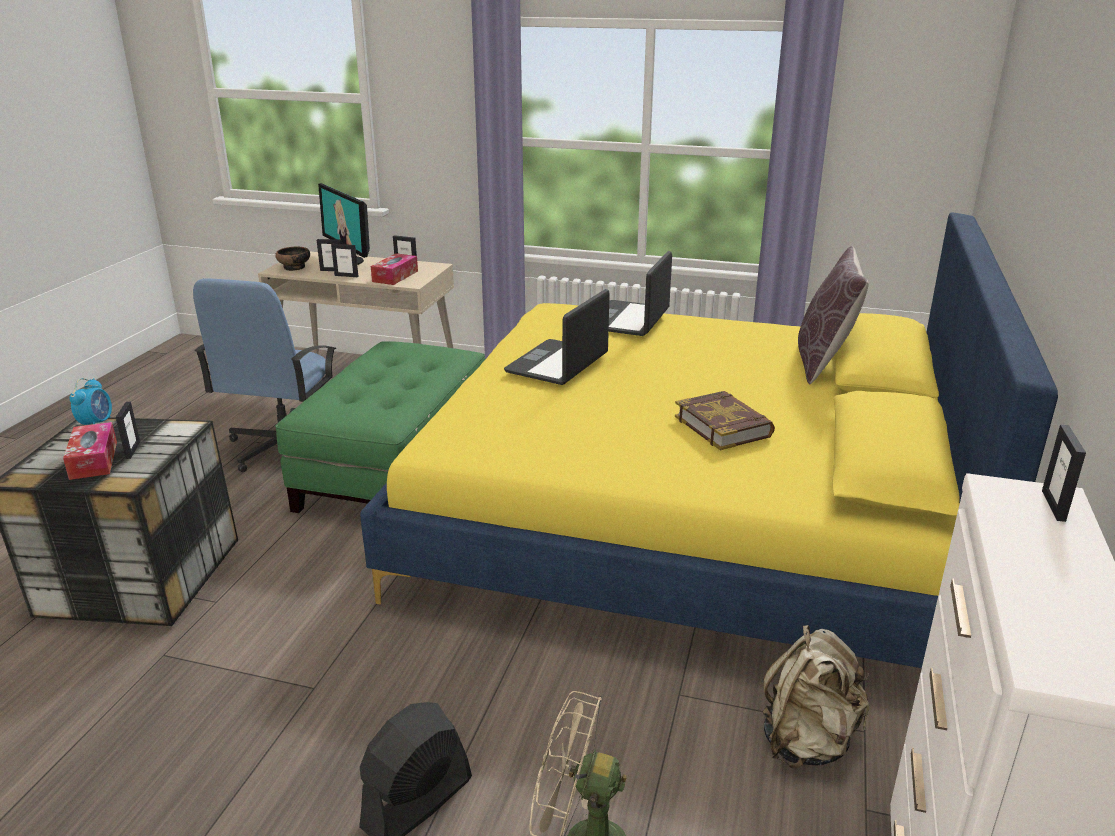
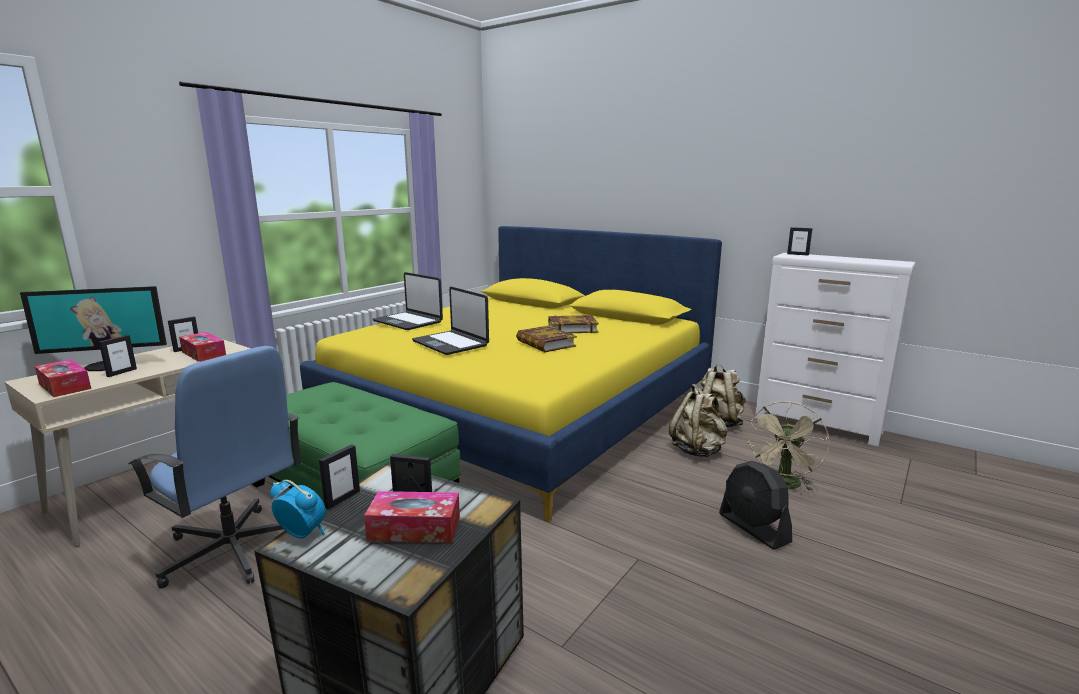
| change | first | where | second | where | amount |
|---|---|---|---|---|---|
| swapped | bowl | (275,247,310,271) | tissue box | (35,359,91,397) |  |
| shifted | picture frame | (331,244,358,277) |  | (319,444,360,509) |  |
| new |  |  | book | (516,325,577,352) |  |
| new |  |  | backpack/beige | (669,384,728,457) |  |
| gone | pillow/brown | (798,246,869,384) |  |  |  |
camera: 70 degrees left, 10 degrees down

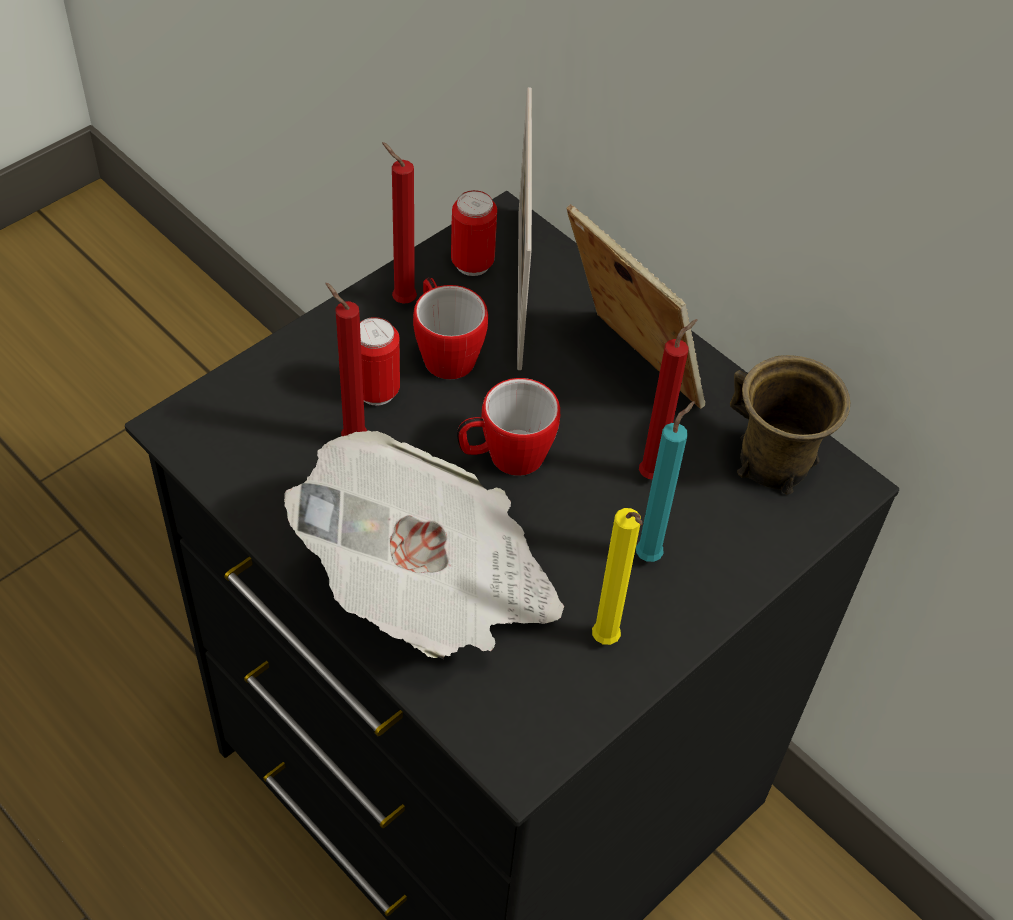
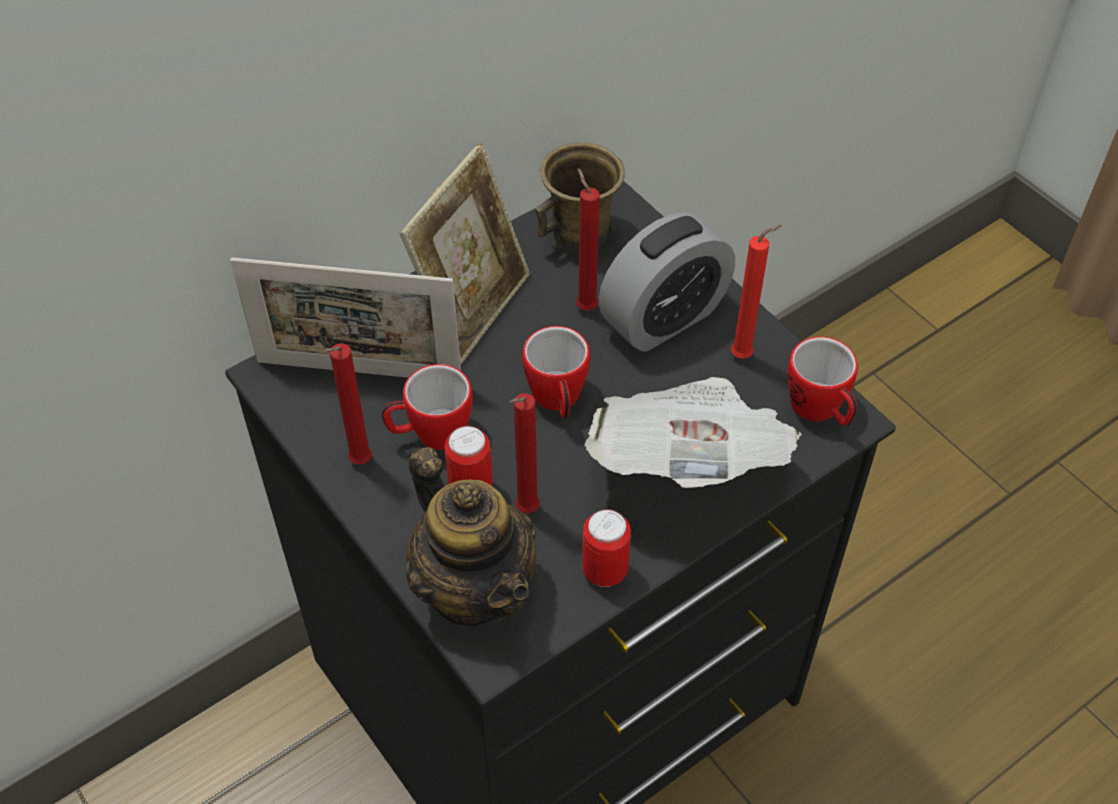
| change | first | where | second | where | amount |
|---|---|---|---|---|---|
| rotated | picture frame | (566,204,705,409) |  | (399,143,530,364) | 150 degrees clockwise |
| new |  |  | teapot | (406,447,536,626) |  |
| shifted | can | (451,190,497,276) |  | (582,509,631,587) |  |
| swapped | candle/turquoise | (636,401,695,562) | alarm clock | (598,212,735,351) |  |
| repainted | candle/yellow | (592,508,643,645) | candle/red | (731,225,782,359) |  |
| new |  |  | mug | (787,337,858,426) |  |
camera: 80 degrees left, 0 degrees up

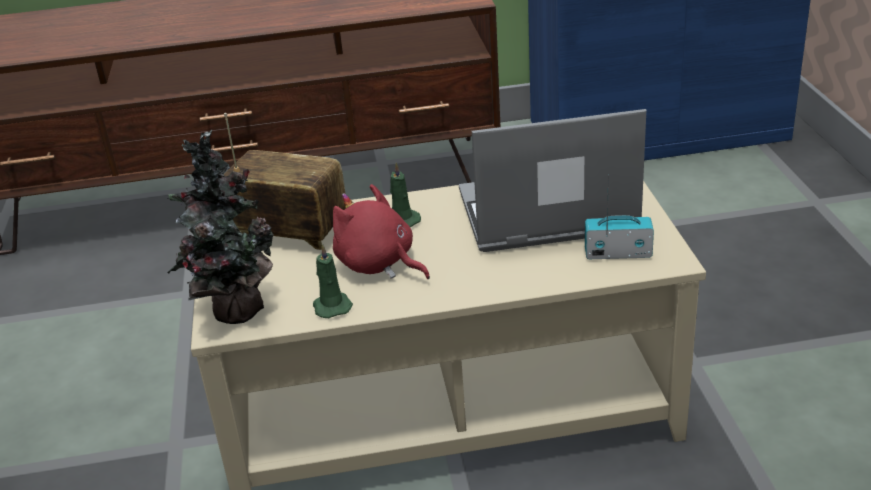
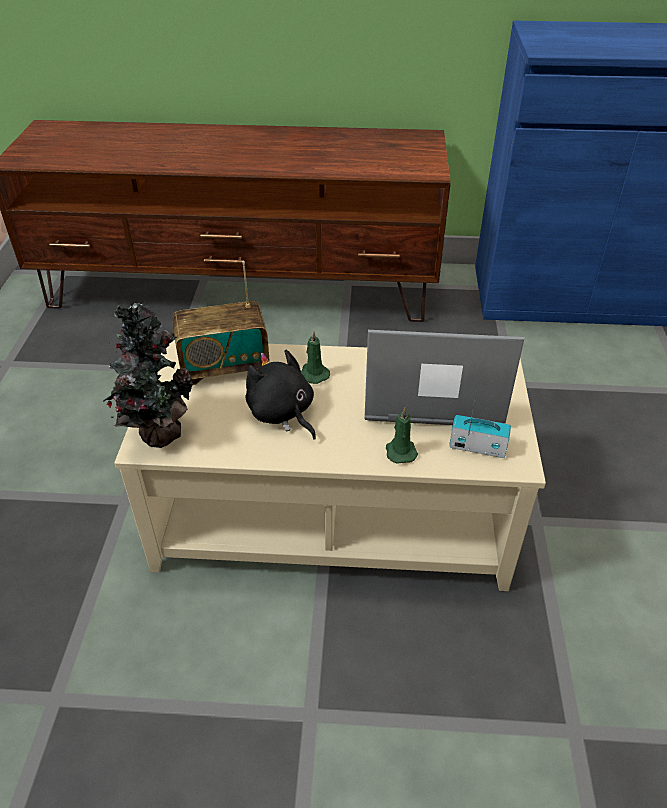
| change | first | where | second | where | amount |
|---|---|---|---|---|---|
| rotated | radio | (224,113,345,250) |  | (172,261,269,385) | 135 degrees clockwise |
| repainted | plush toy/red | (333,184,430,279) | plush toy/black | (246,350,316,440) |  |
| shifted | candle/green | (313,243,353,318) |  | (386,408,418,464) |  |
camera: 10 degrees right, 10 degrees up

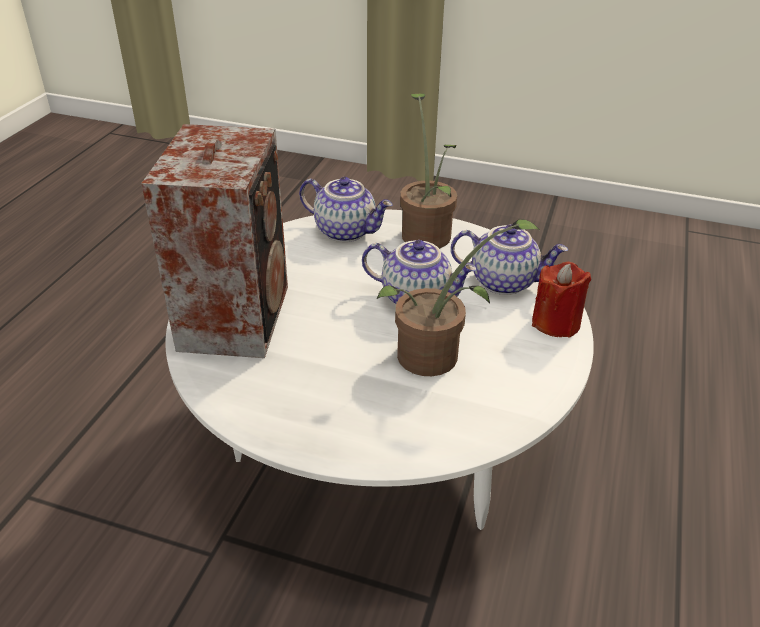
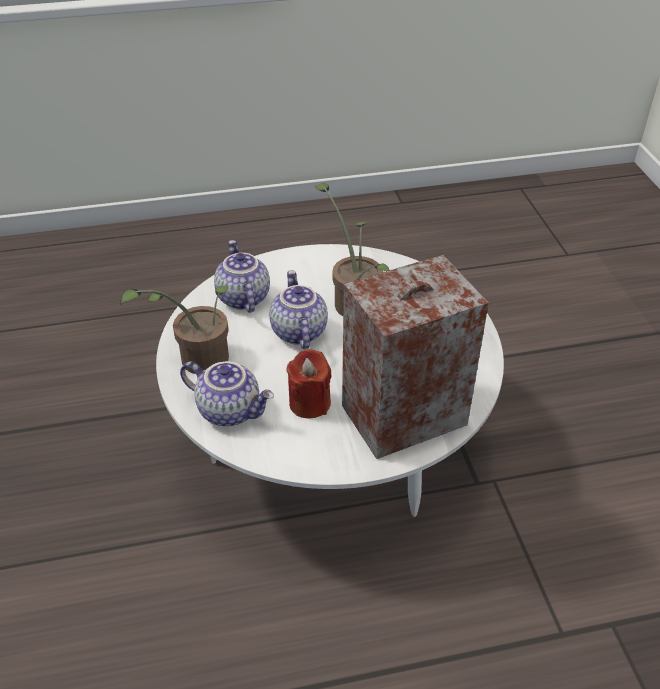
| change | first | where | second | where | amount |
|---|---|---|---|---|---|
| rotated | teapot | (299,177,393,242) |  | (180,361,274,426) | 120 degrees clockwise |
| shifted | candle/red | (532,262,591,338) |  | (286,349,332,418) |  |
camera: 120 degrees left, 5 degrees up

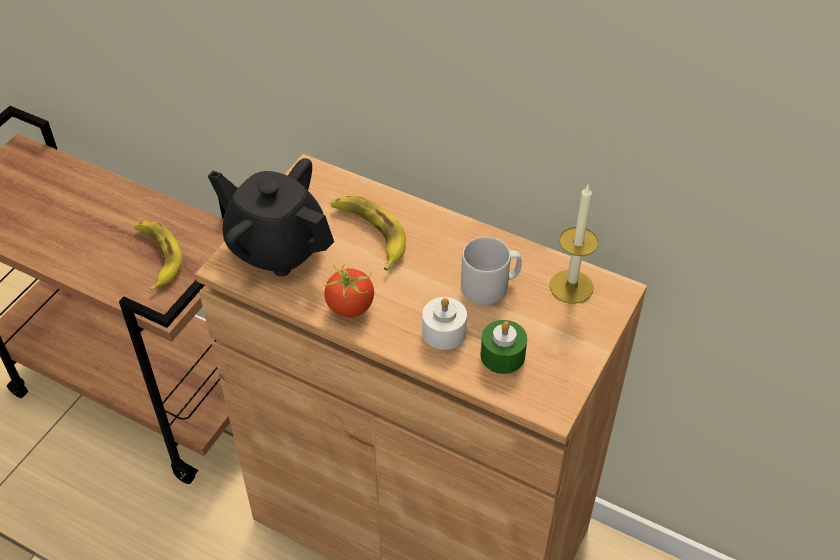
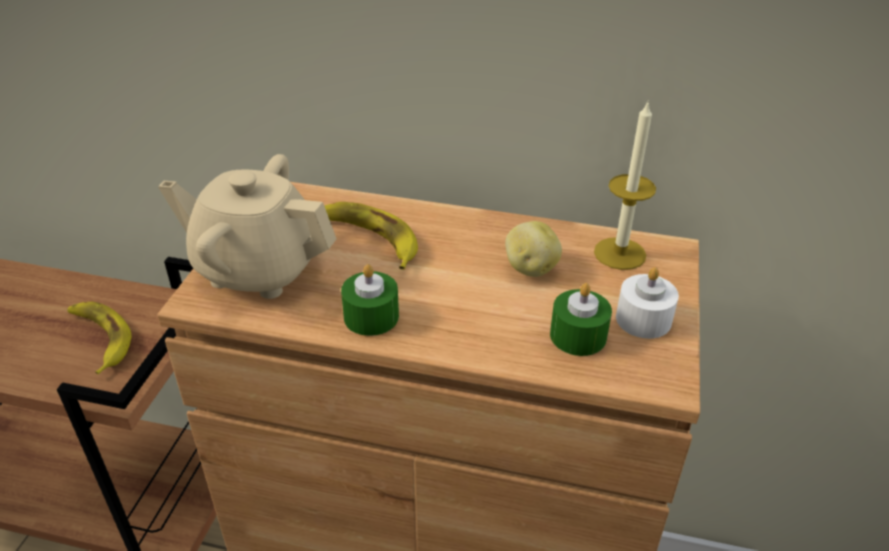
| change | first | where | second | where | amount |
|---|---|---|---|---|---|
| repainted | teapot/black | (208,158,334,276) | teapot/beige | (158,154,337,299) |  |
| swapped | tomato | (324,264,374,318) | candle/green | (341,264,399,336) |  |
| swapped | mug/grey | (461,237,522,305) | potato | (505,221,562,277) |  |
| shifted | candle/white | (422,297,467,350) |  | (616,267,679,339) |  |
camera: 15 degrees left, 10 degrees down

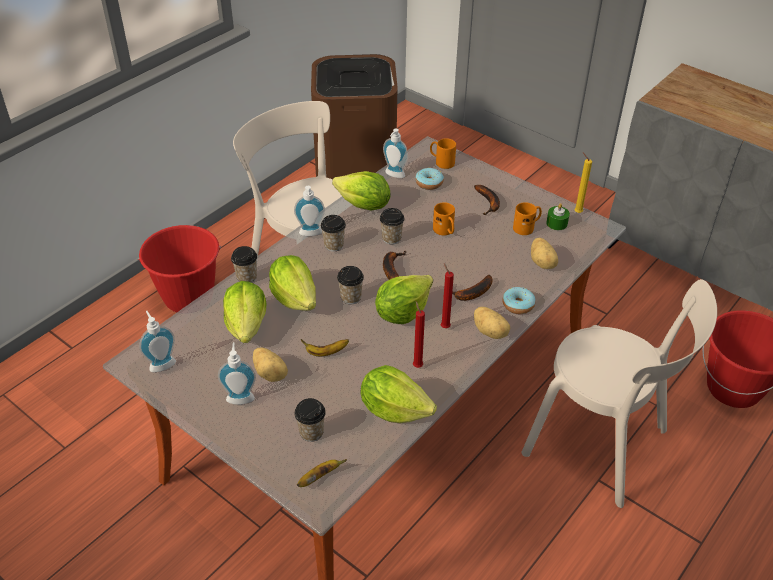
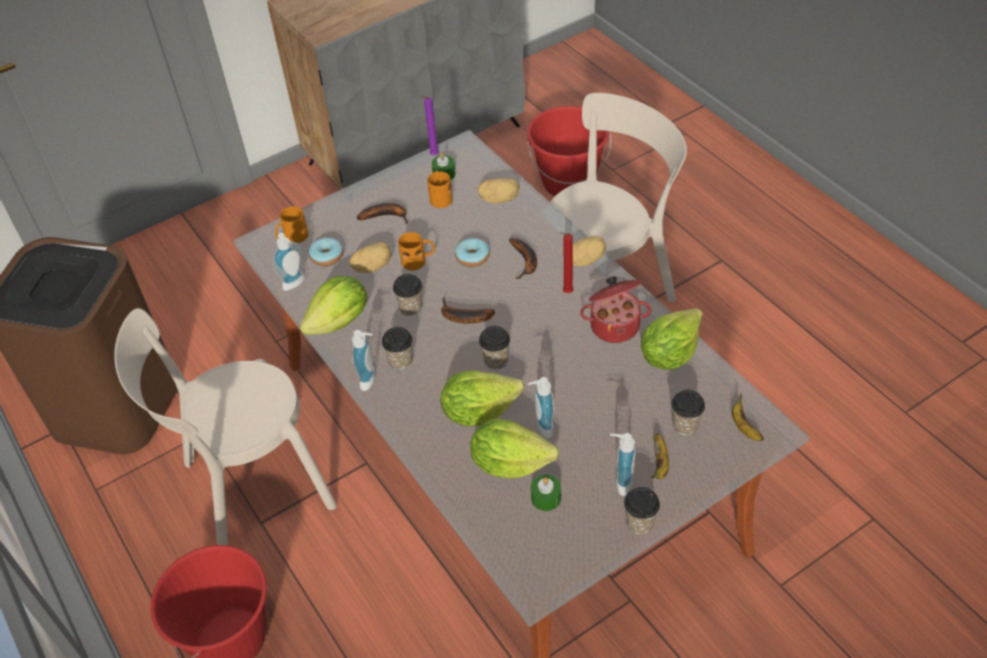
| change | first | where | second | where | amount |
|---|---|---|---|---|---|
| shifted | potato | (253,347,288,382) |  | (349,242,392,273) |  |
| repainted | candle/yellow | (574,152,592,213) | candle/purple | (420,96,439,155) |  |
| shifted | donut | (502,287,535,314) |  | (455,238,490,267) |  |
| shifted | soap dispenser | (139,311,176,372) |  | (528,377,554,439) |  |
| new |  |  | candle/green | (531,475,561,511) |  |
| swapped | candle/red | (413,301,425,368) | cooking pot | (580,276,651,343) |  |
| shifted | cup | (231,246,257,283) |  | (624,487,660,534) |  |
| shifted | banana | (300,339,349,356) |  | (651,433,669,479) |  |
| gone | lettuce | (375,275,433,324) |  |  |  |
camera: 70 degrees left, 5 degrees up

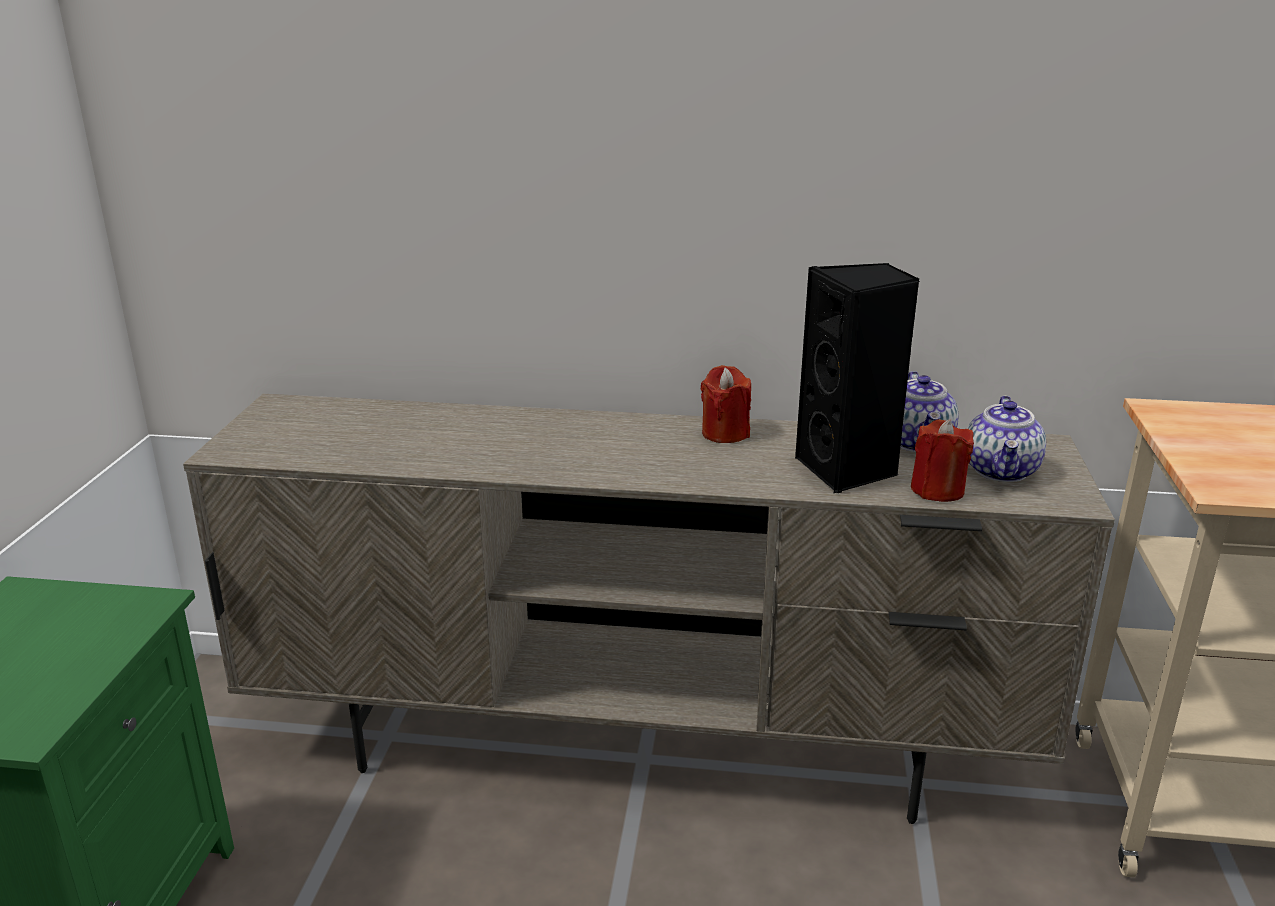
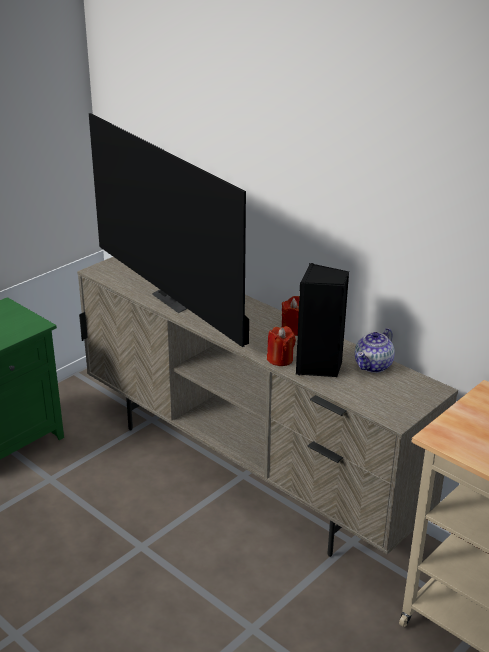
| change | first | where | second | where | amount |
|---|---|---|---|---|---|
| new |  |  | television | (89,113,249,347) |  |
| shifted | candle/red | (911,419,974,502) |  | (267,326,296,366) |  |
| gone | teapot | (967,396,1046,482) |  |  |  |
camera: 35 degrees right, 5 degrees up

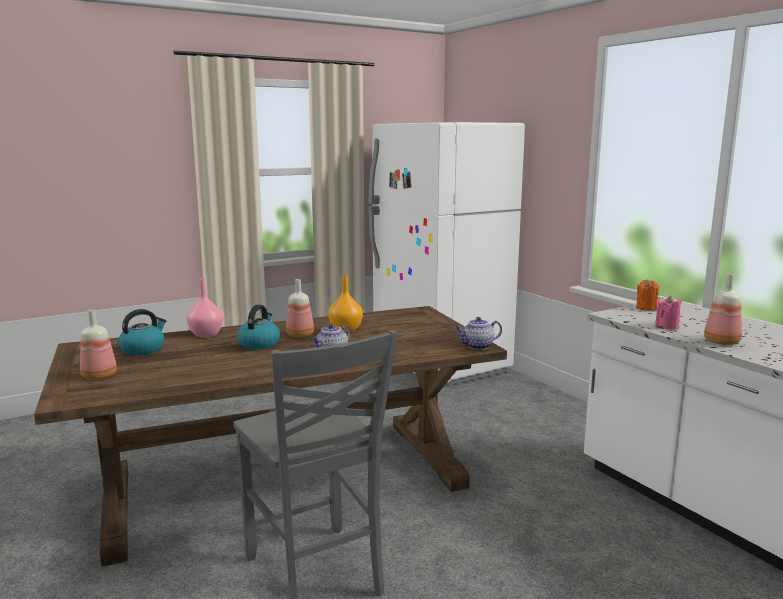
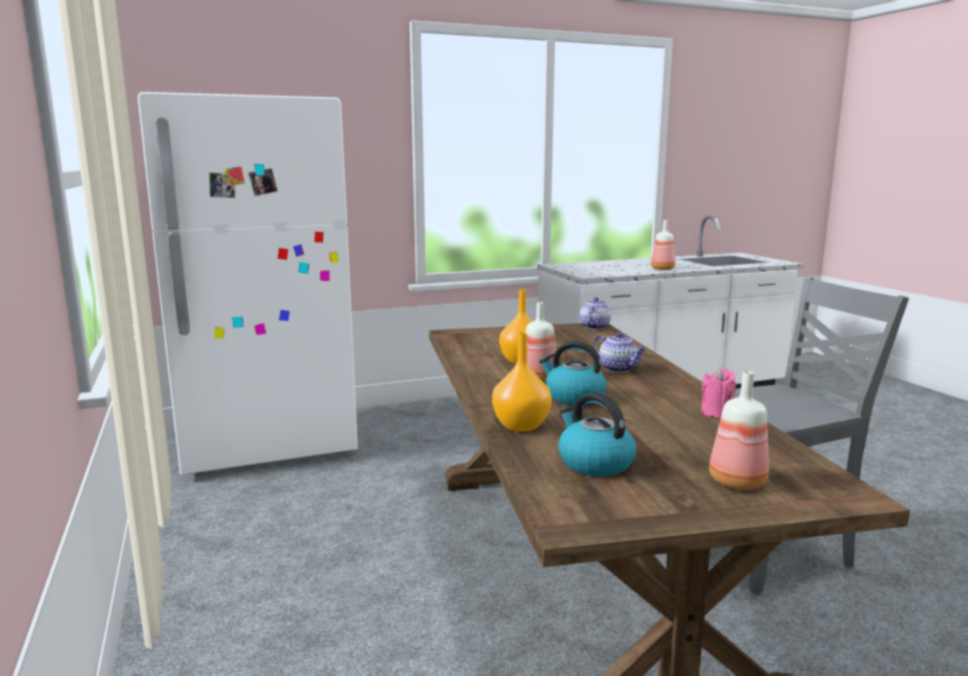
| change | first | where | second | where | amount |
|---|---|---|---|---|---|
| repainted | vase/pink | (186,278,224,338) | vase/orange | (492,332,552,432) |  |
| rotated | teapot | (455,317,502,350) |  | (580,297,611,330) | 150 degrees counterclockwise |
| shifted | candle/pink | (655,296,682,330) |  | (701,369,736,418) |  |
| gone | candle/orange | (636,279,659,310) |  |  |  |
camera: 80 degrees left, 0 degrees up

